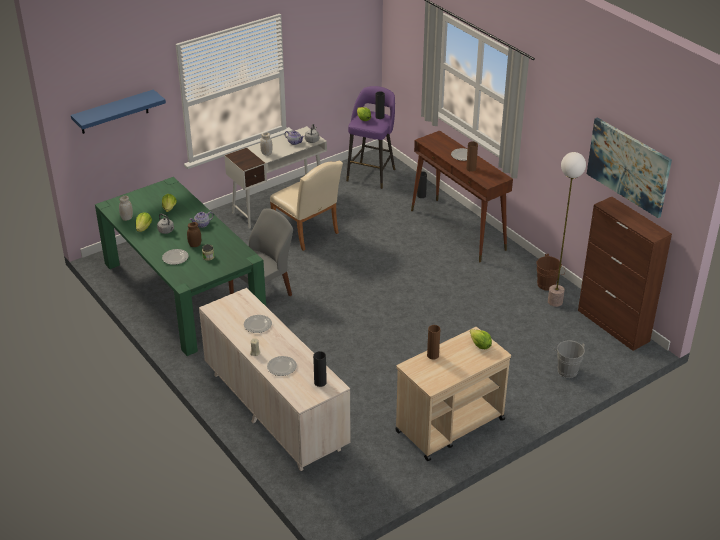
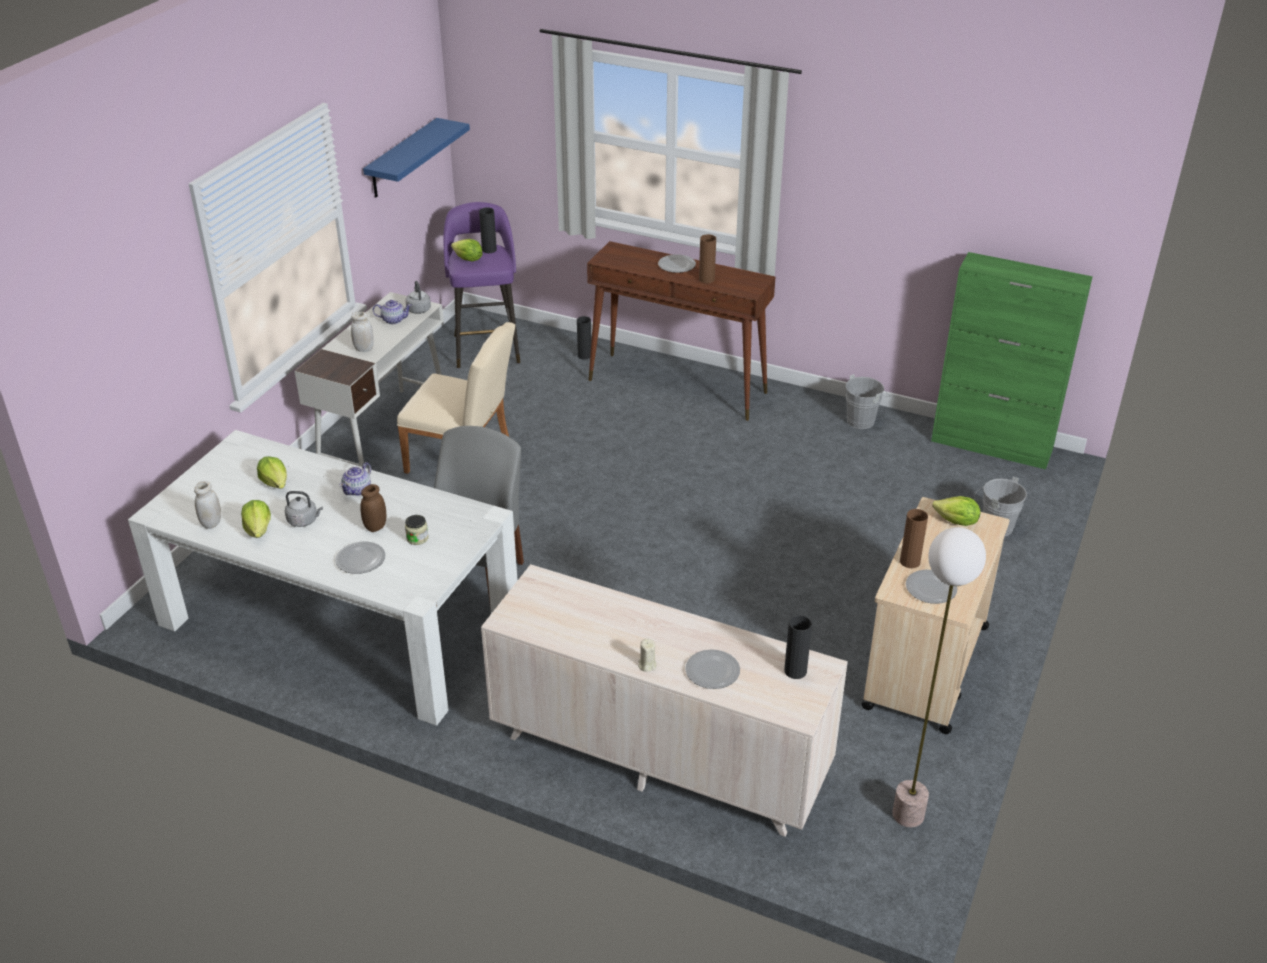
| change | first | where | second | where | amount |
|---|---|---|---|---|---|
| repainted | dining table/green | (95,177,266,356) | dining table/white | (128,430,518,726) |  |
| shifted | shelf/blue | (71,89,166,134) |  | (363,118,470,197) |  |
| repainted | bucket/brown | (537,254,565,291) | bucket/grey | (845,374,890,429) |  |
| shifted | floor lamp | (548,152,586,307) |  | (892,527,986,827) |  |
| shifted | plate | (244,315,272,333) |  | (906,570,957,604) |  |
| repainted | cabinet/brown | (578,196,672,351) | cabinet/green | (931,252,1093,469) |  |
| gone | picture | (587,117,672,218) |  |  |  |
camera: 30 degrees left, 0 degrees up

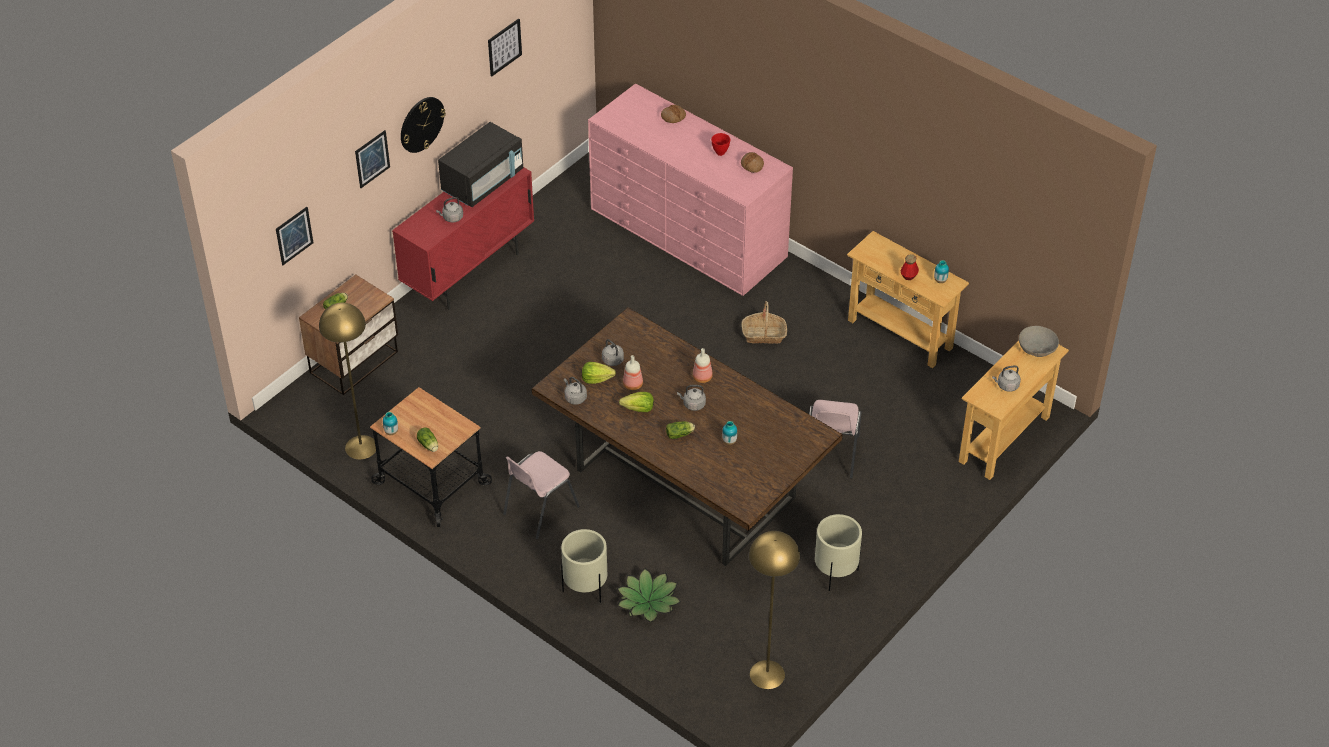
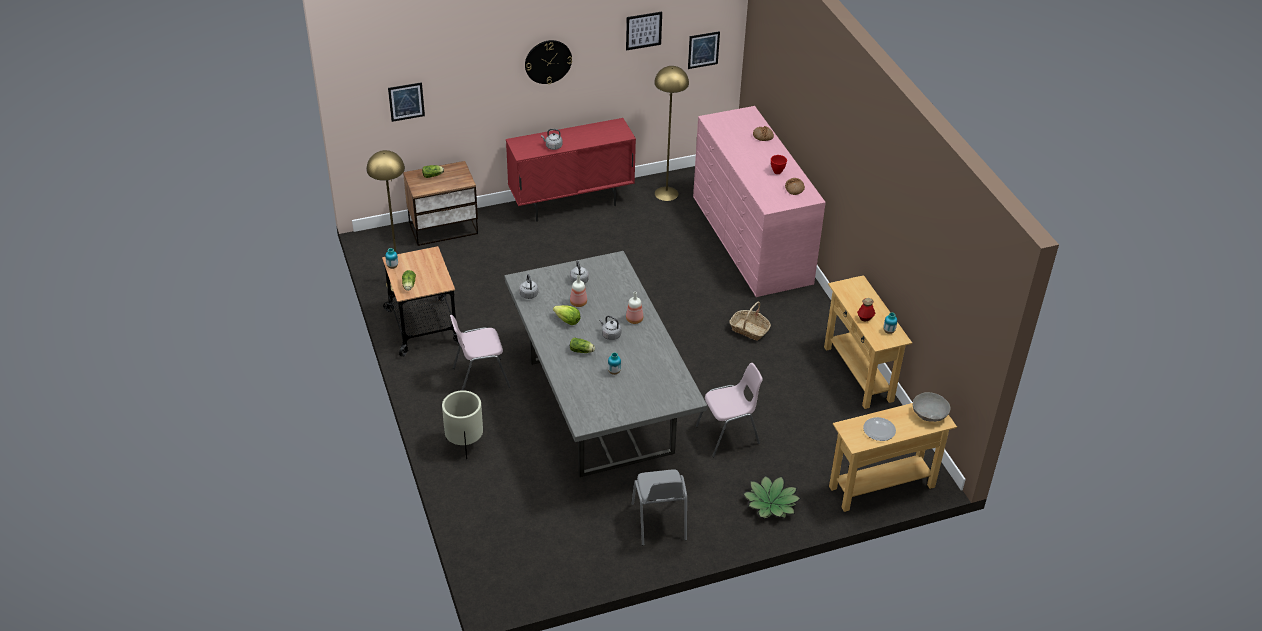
| change | first | where | second | where | amount |
|---|---|---|---|---|---|
| repainted | dining table/brown | (532,307,843,566) | dining table/grey | (504,251,707,477) |  |
| swapped | planter/beige | (815,514,862,591) | chair/grey | (631,469,687,545) |  |
| shifted | floor lamp/yellow | (749,531,800,689) |  | (654,66,689,201) |  |
| shifted | picture | (355,130,390,188) |  | (688,31,720,69) |  |
| rotated | chair/pink | (809,400,861,479) |  | (696,363,763,457) | 150 degrees counterclockwise |
| shifted | potted plant | (617,568,681,622) |  | (742,475,801,519) |  |
| swapped | kettle/grey | (992,365,1021,392) | plate | (863,417,896,441) |  |
| gone | microwave/black | (438,122,523,207) |  |  |  |
| gone | lettuce | (582,362,616,384) |  |  |  |
camera: 30 degrees right, 5 degrees down

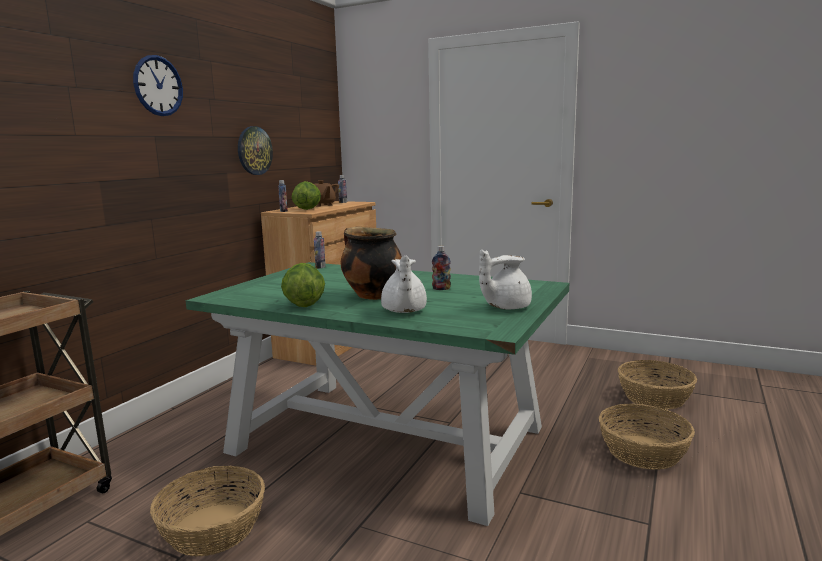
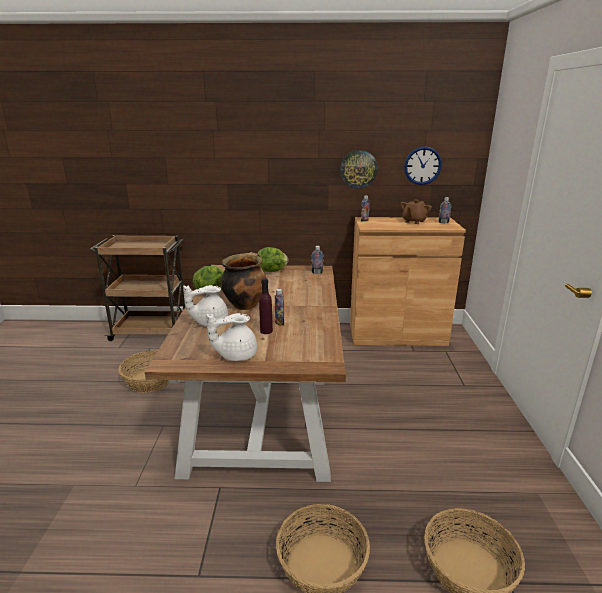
| change | first | where | second | where | amount |
|---|---|---|---|---|---|
| repainted | dining table/green | (186,262,569,526) | dining table/brown | (145,265,346,482) |  |
| rotated | teapot/white | (479,250,532,309) |  | (206,313,257,361) | 60 degrees counterclockwise |
| shifted | lettuce | (292,181,321,210) |  | (258,247,288,272) |  |
| new |  |  | bottle/purple | (259,278,273,334) |  |
| shifted | wall clock | (133,55,183,116) |  | (404,147,442,185) |  |
camera: 65 degrees right, 10 degrees up

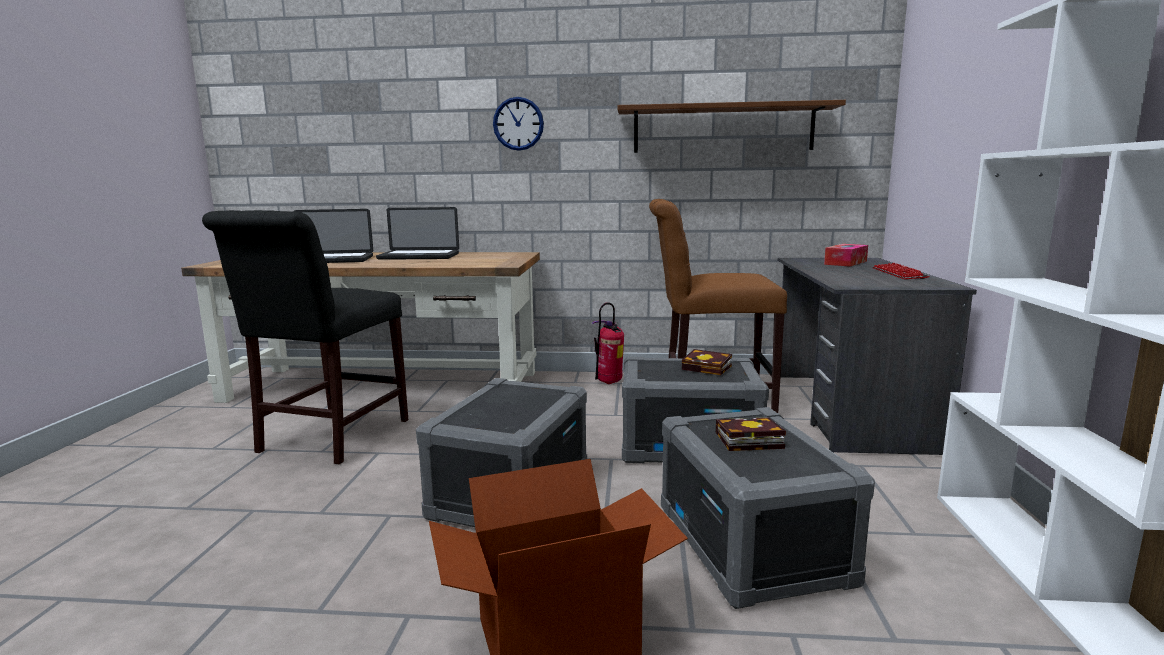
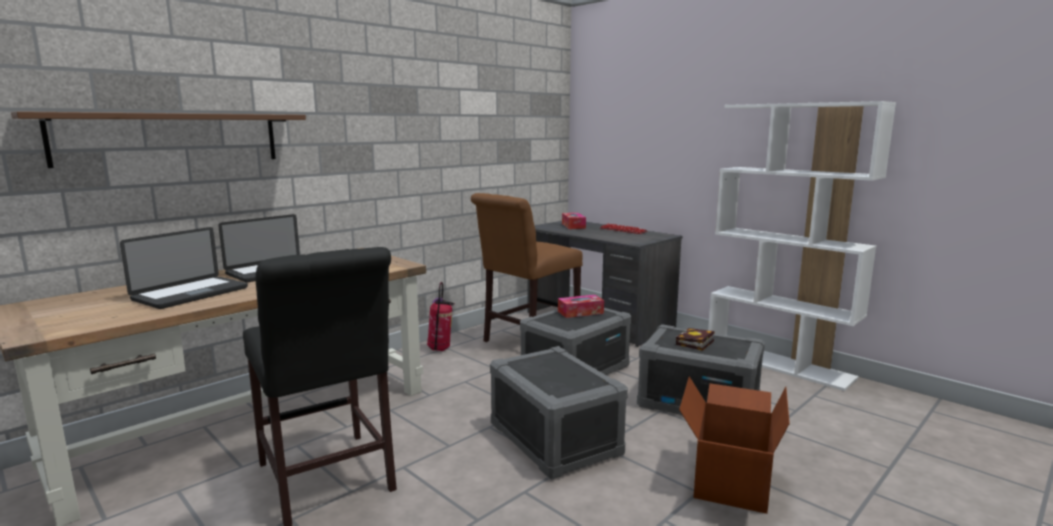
| change | first | where | second | where | amount |
|---|---|---|---|---|---|
| shifted | shelf/brown | (617,100,846,153) |  | (11,111,306,168) |  |
| swapped | book | (682,349,732,375) | tissue box | (558,295,604,318) |  |
| gone | wall clock | (493,97,544,151) |  |  |  |
camera: 50 degrees left, 0 degrees up

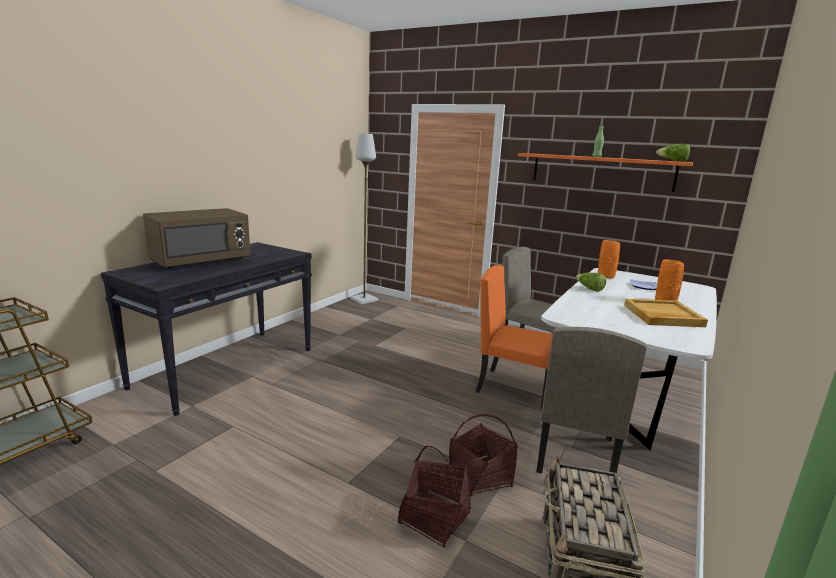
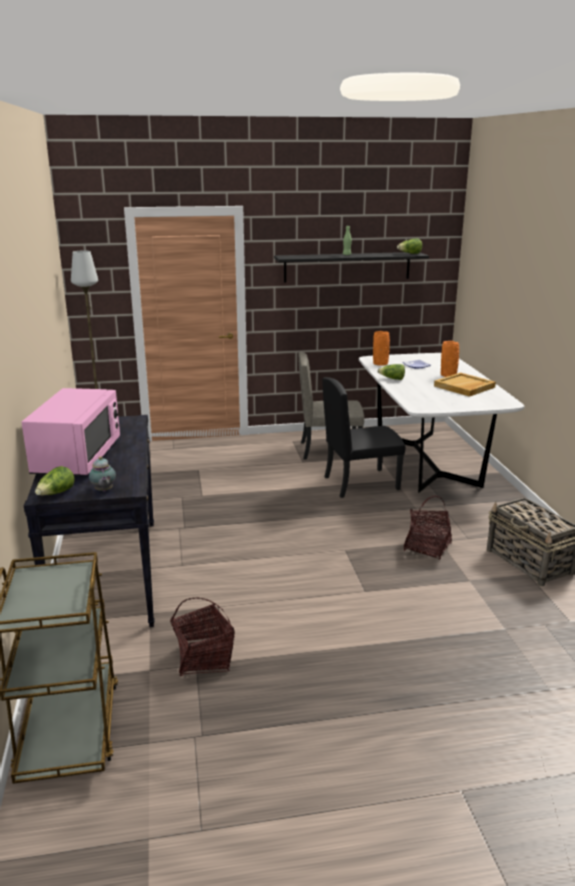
| change | first | where | second | where | amount |
|---|---|---|---|---|---|
| repainted | microwave/brown | (143,208,250,268) | microwave/pink | (22,388,120,476) |  |
| new |  |  | lettuce | (35,466,75,495) |  |
| new |  |  | teapot | (89,456,116,492) |  |
| shifted | basket | (398,446,471,548) |  | (170,598,235,676) |  |
| repainted | shelf/orange | (518,153,693,192) | shelf/black | (274,252,429,282) |  |
| repainted | chair/orange | (475,265,552,409) | chair/black | (322,377,406,498) |  |
| gone | chair/beige | (536,327,647,474) |  |  |  |
camera: 40 degrees left, 5 degrees up

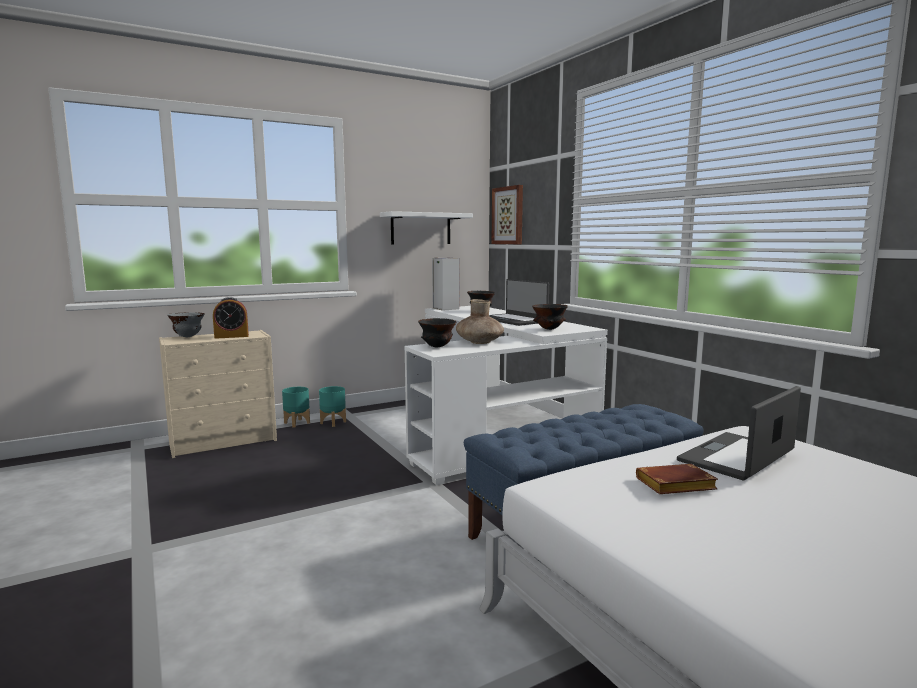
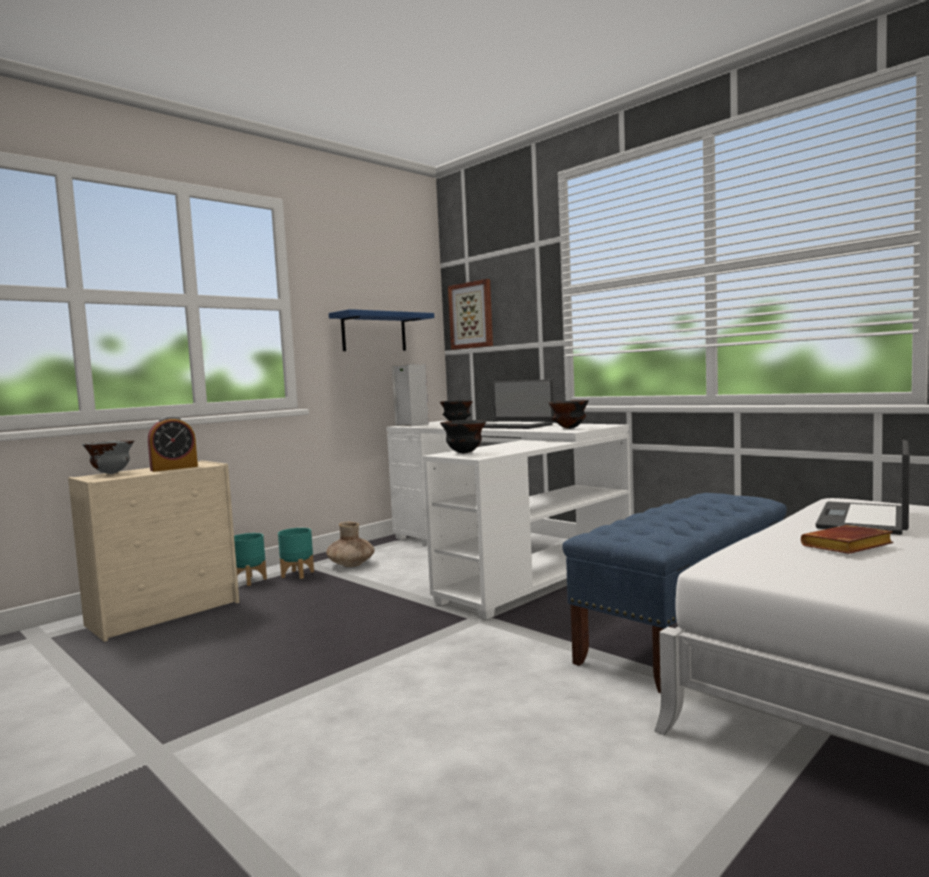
| change | first | where | second | where | amount |
|---|---|---|---|---|---|
| shifted | vase/brown | (456,299,504,344) |  | (326,522,375,567) |  |
| repainted | shelf/white | (380,211,473,244) | shelf/blue | (329,309,434,351) |  |
camera: 15 degrees left, 5 degrees down

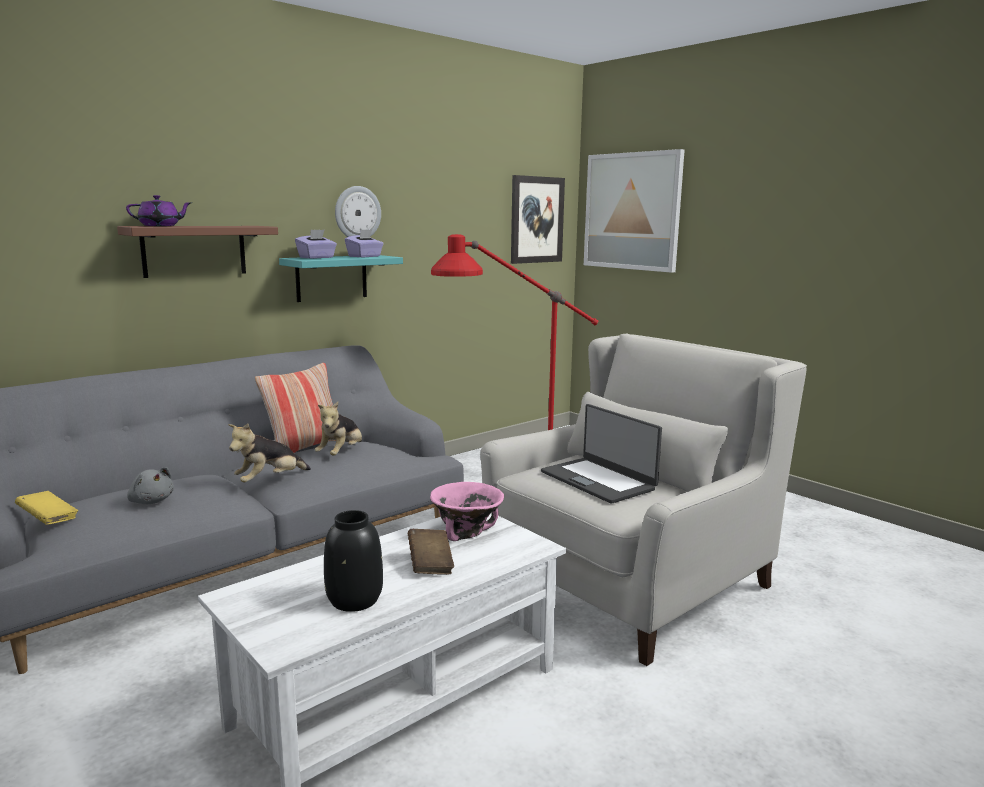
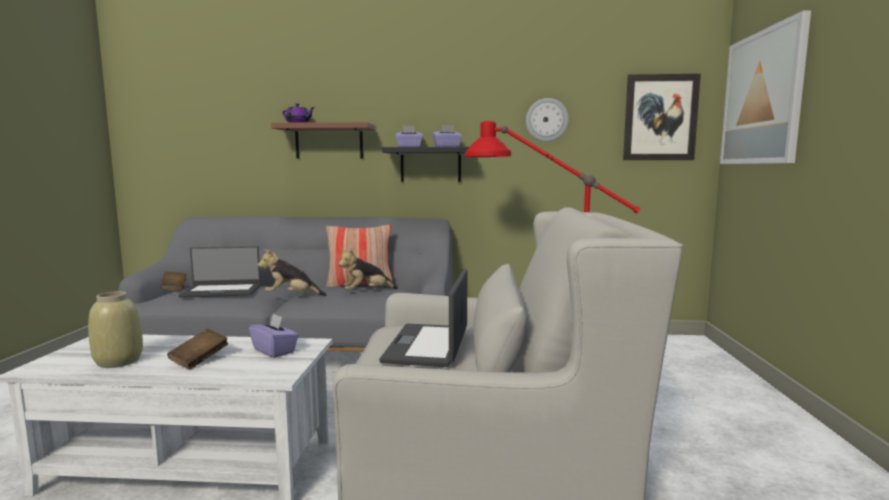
| change | first | where | second | where | amount |
|---|---|---|---|---|---|
| repainted | vase/black | (324,510,383,612) | vase/beige | (88,291,143,368) |  |
| repainted | book/yellow | (15,491,78,525) | book/brown | (160,272,186,291) |  |
| swapped | plush toy/grey | (127,467,174,504) | laptop | (178,246,261,298) |  |
| swapped | bowl/pink | (430,482,504,541) | tissue box/purple | (249,313,299,358) |  |
| repainted | shelf/turquoise | (279,255,403,302) | shelf/black | (382,147,469,182) |  |
| shifted | wall clock | (335,186,381,237) |  | (526,98,569,142) |  |
camera: 45 degrees right, 5 degrees down

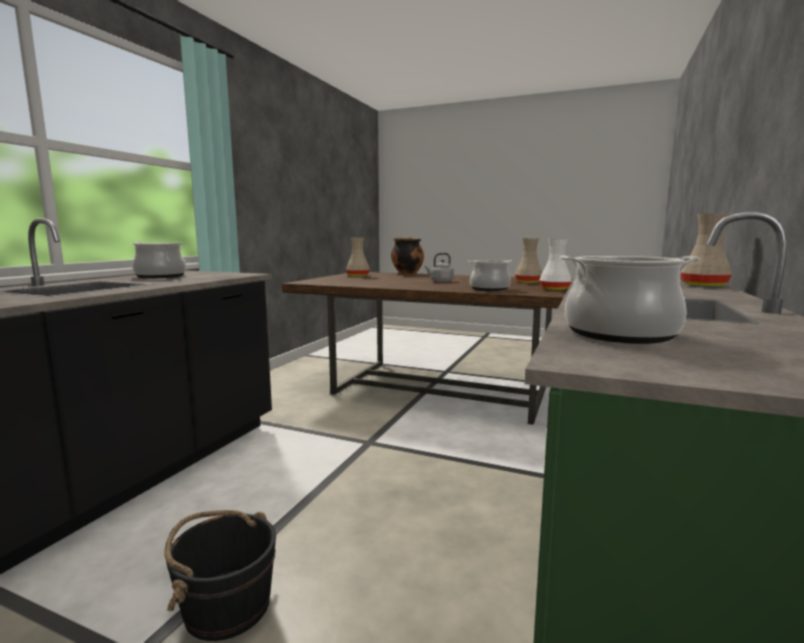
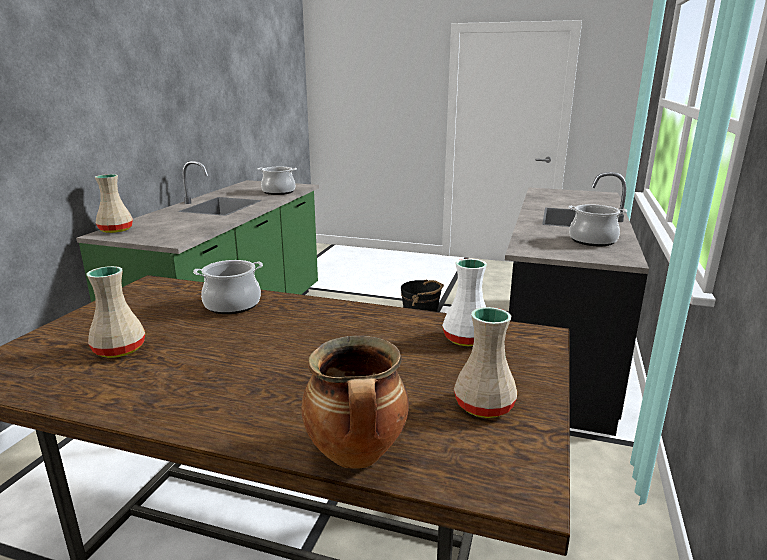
| change | first | where | second | where | amount |
|---|---|---|---|---|---|
| shifted | vase/white | (539,239,572,290) |  | (442,259,487,346) |  |
| gone | kettle/grey | (425,253,454,282) |  |  |  |
camera: 175 degrees right, 10 degrees up

